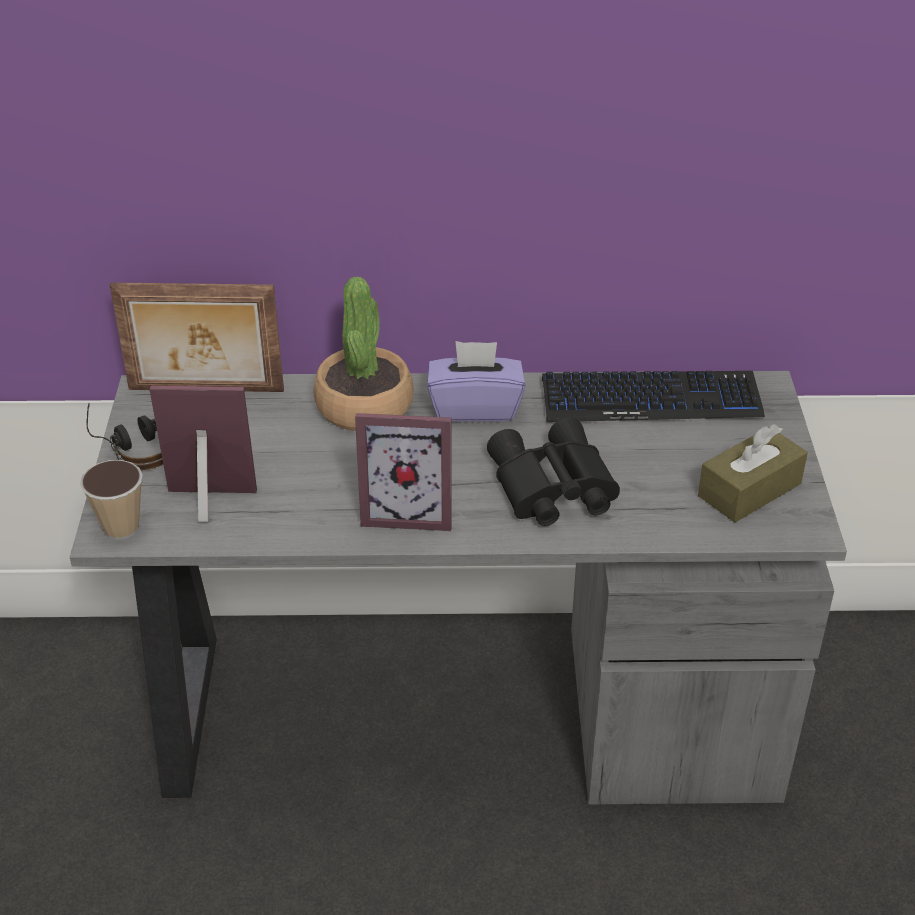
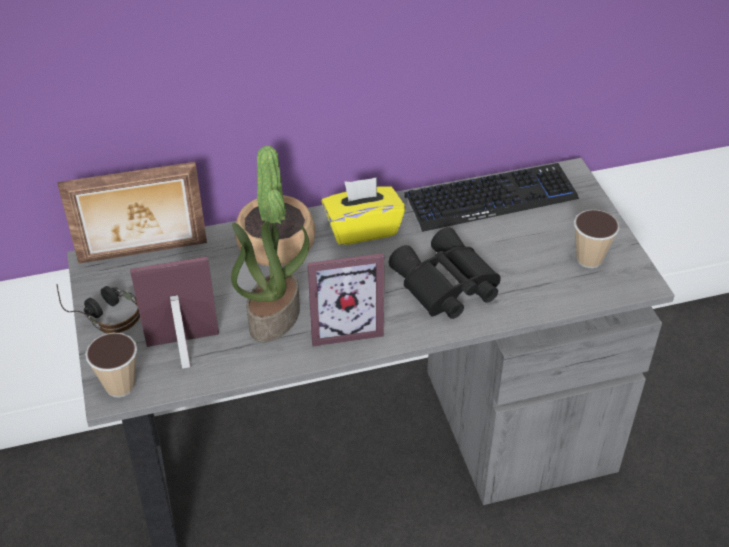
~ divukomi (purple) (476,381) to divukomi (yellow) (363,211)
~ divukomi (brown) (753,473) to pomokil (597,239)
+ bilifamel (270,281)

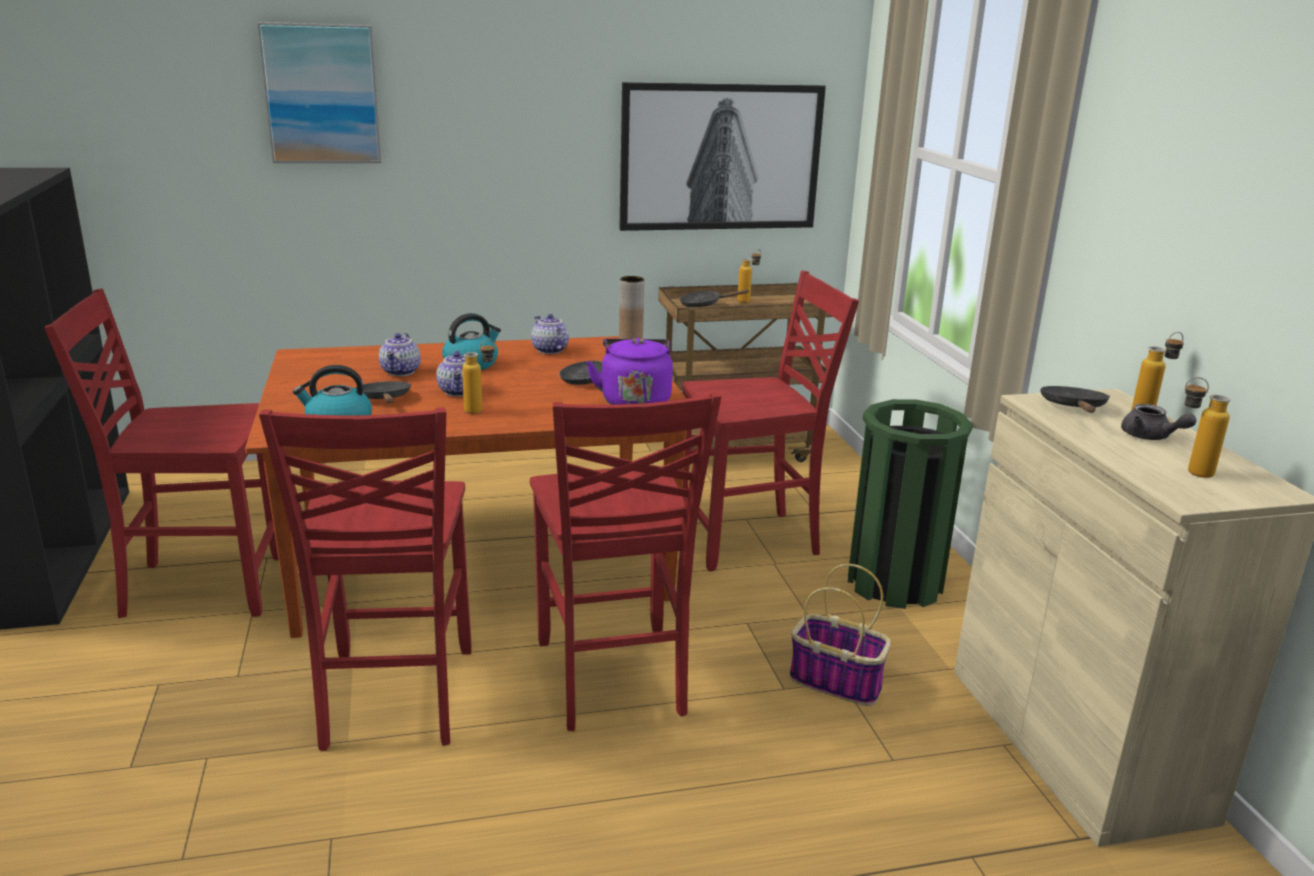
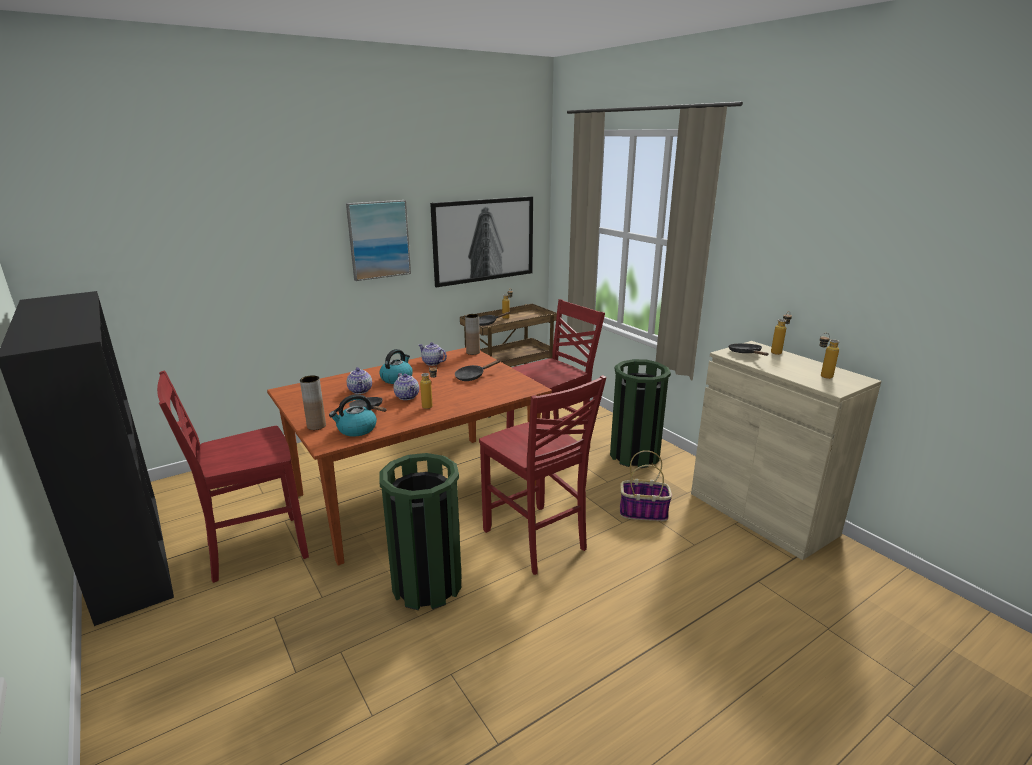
~ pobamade (319,92) to (378,240)
~ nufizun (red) (365,579) to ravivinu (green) (420,531)
- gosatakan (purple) (629,371)
- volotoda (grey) (1159,422)
+ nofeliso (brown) (313,402)

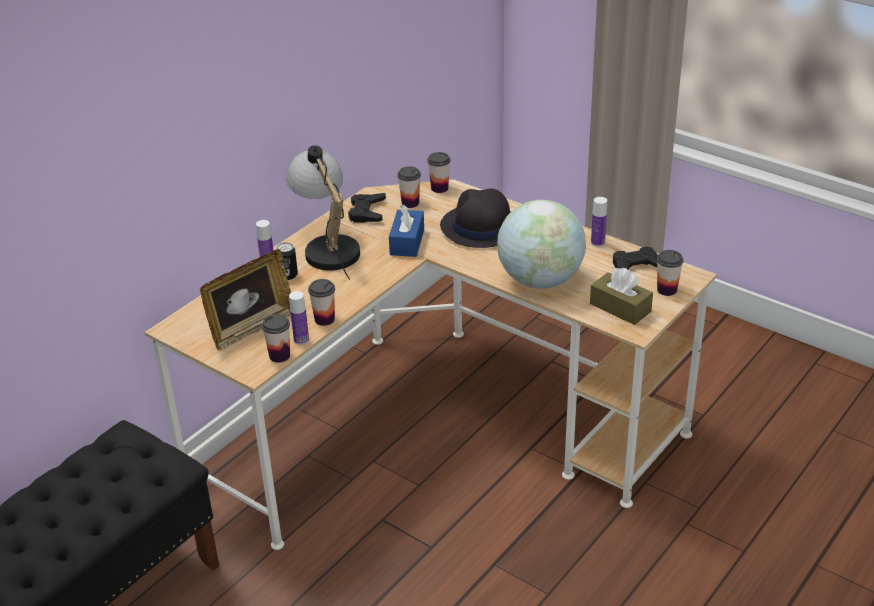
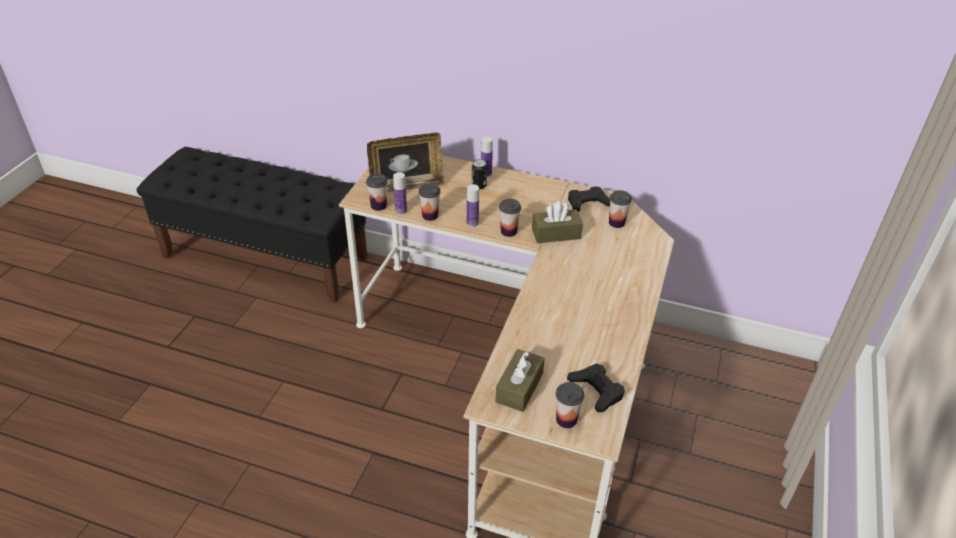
~ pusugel (245,300) = (405,162) 45 degrees counterclockwise
- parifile (323,212)
~ divukomi (blue) (406,231) to divukomi (brown) (557,222)
~ pomokil (439,172) to (510,218)
- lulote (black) (475,218)
- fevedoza (541,244)
~ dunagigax (599,222) to (473,205)

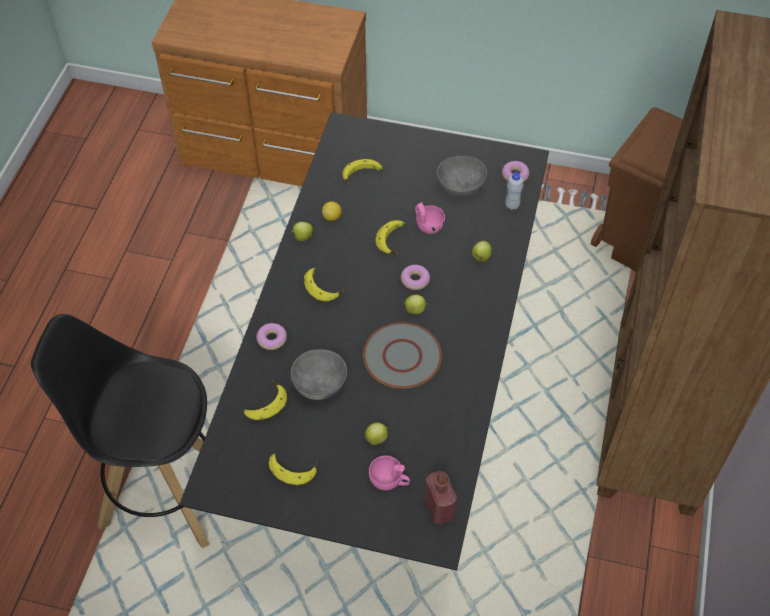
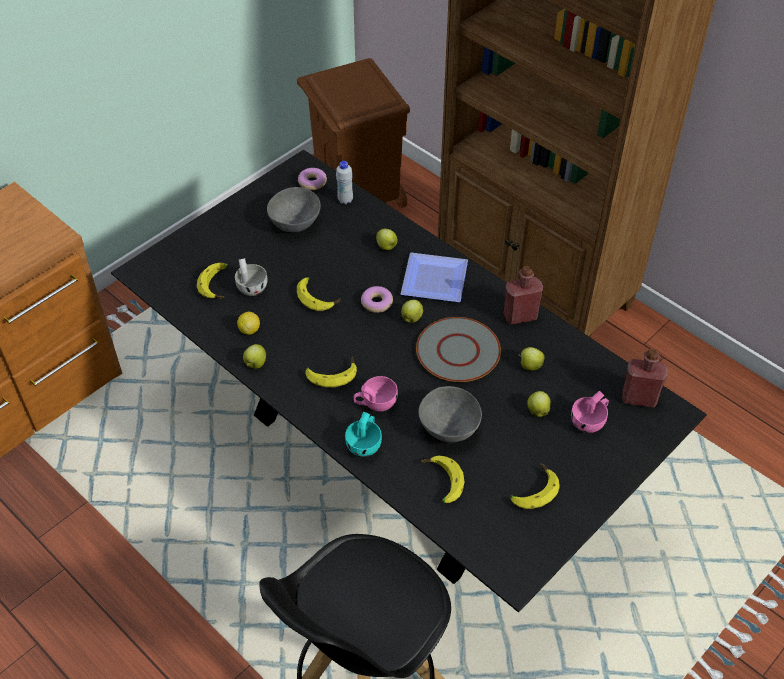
~ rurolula (271,336) to pomokil (turquoise) (363,434)
~ pomokil (pink) (430,218) to (376,394)
+ pomokil (white) (251,277)
+ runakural (434,277)
+ dunagigax (red) (523,295)
+ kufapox (532,358)

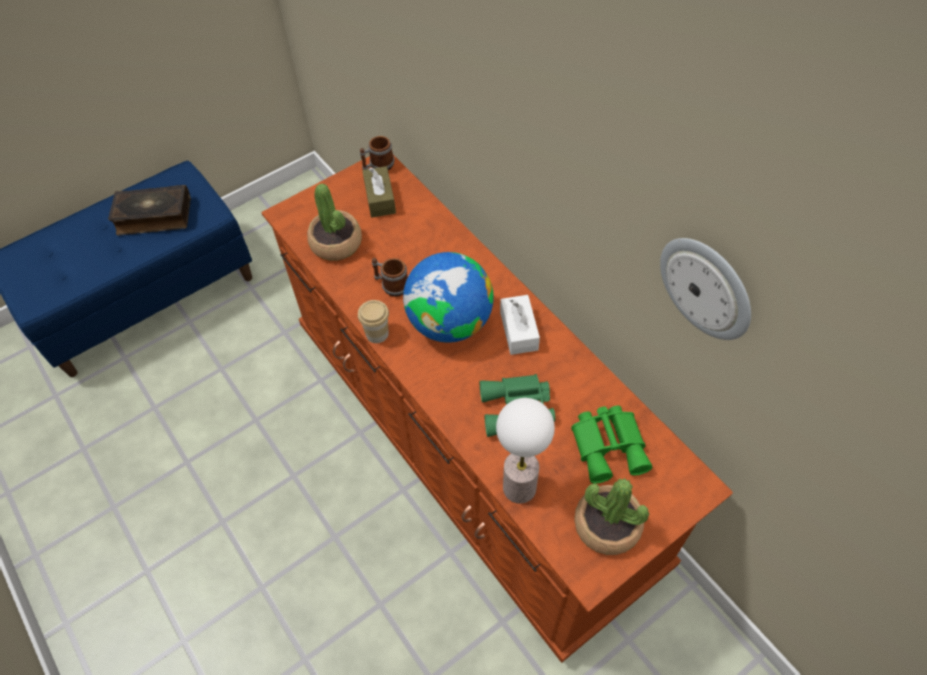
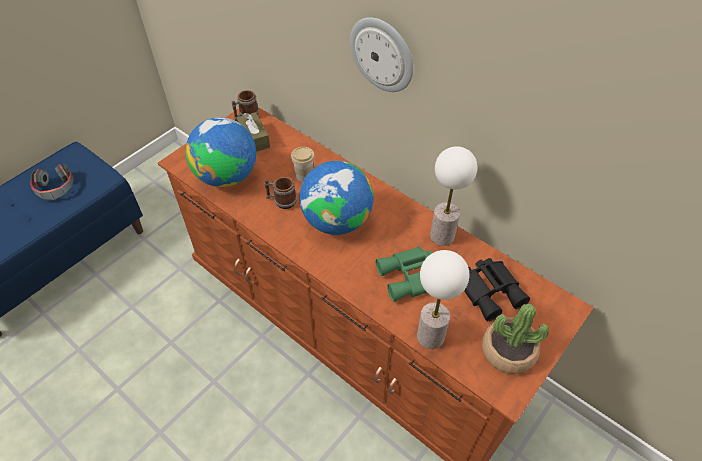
~ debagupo (149,210) to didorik (52,182)
~ bilifamel (334,222) to fevedoza (221,152)
~ pomokil (373,321) to (303,164)
- divukomi (white) (520,325)
~ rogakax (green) (611,445) to rogakax (black) (497,289)
~ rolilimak (705,289) to (381,54)
+ parifile (454,196)

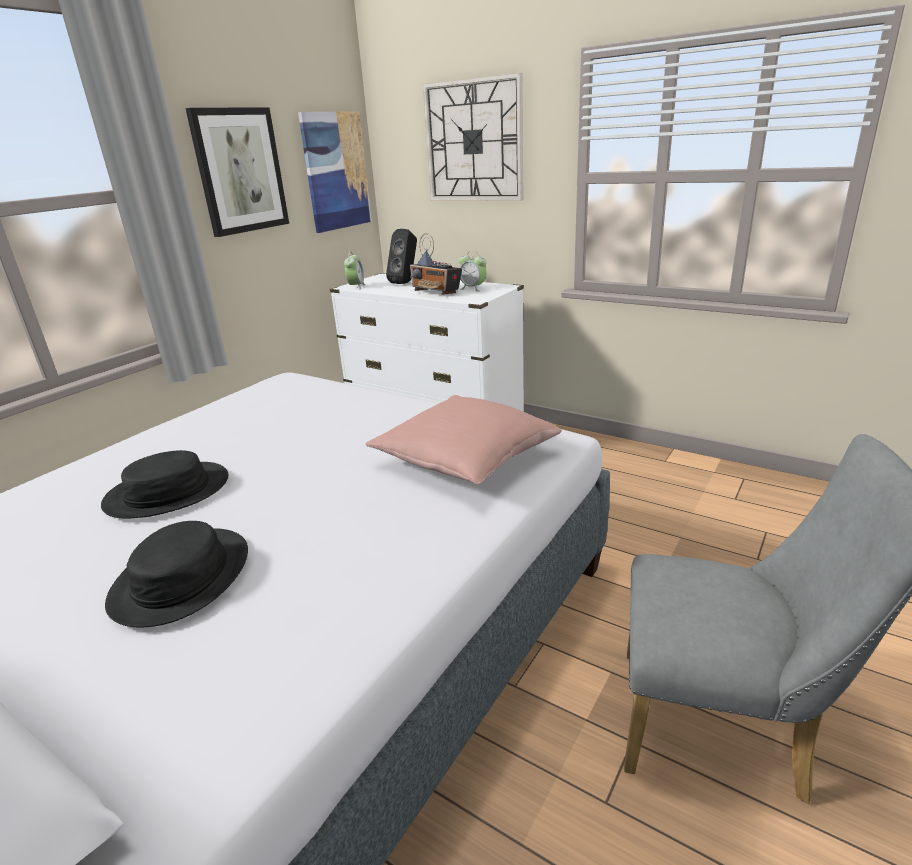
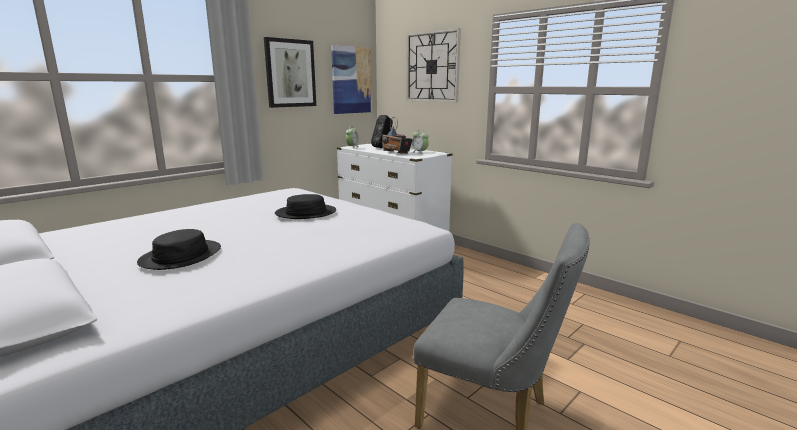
~ lulote (black) (164,484) to (305,206)
- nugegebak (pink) (464,440)

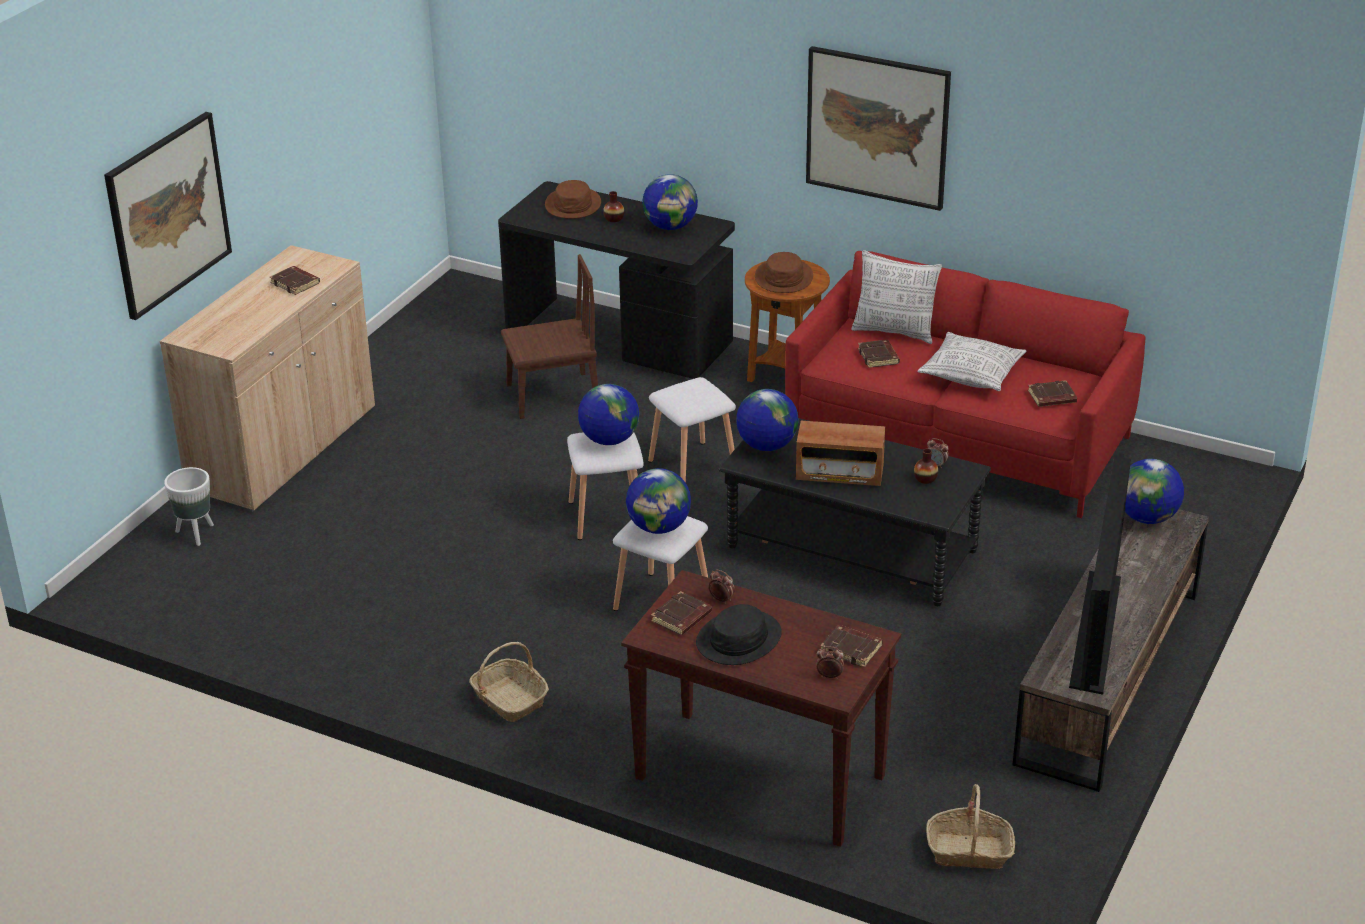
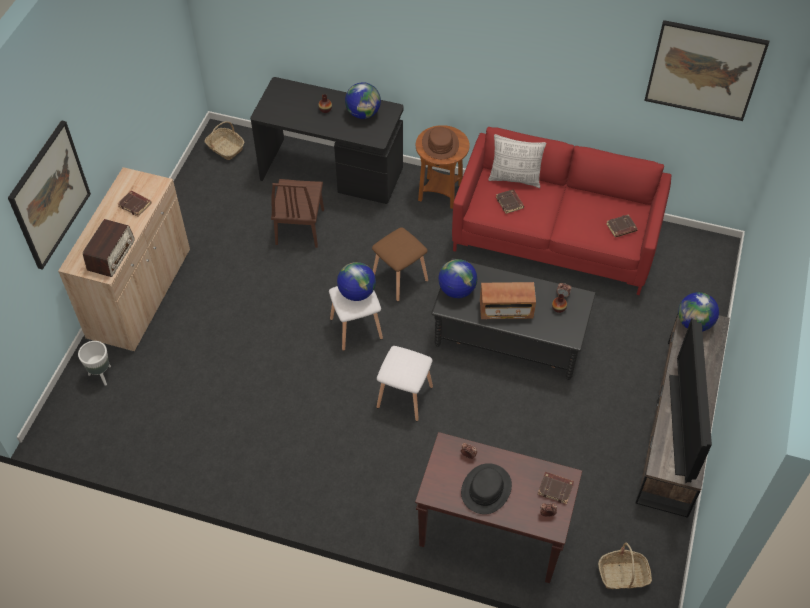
~ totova (509,682) to (225,140)
~ nufizun (brown) (549,336) = (297,213) 120 degrees clockwise
- lulote (brown) (573,199)
- fevedoza (658,501)
~ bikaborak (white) (692,430) to bikaborak (brown) (400,264)
- debagupo (brown) (681,613)
~ pobamade (878,128) to (706,70)
- nugegebak (971,361)
+ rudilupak (109,248)

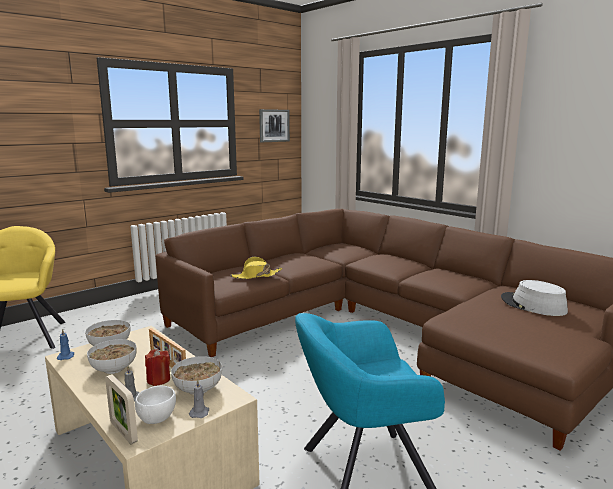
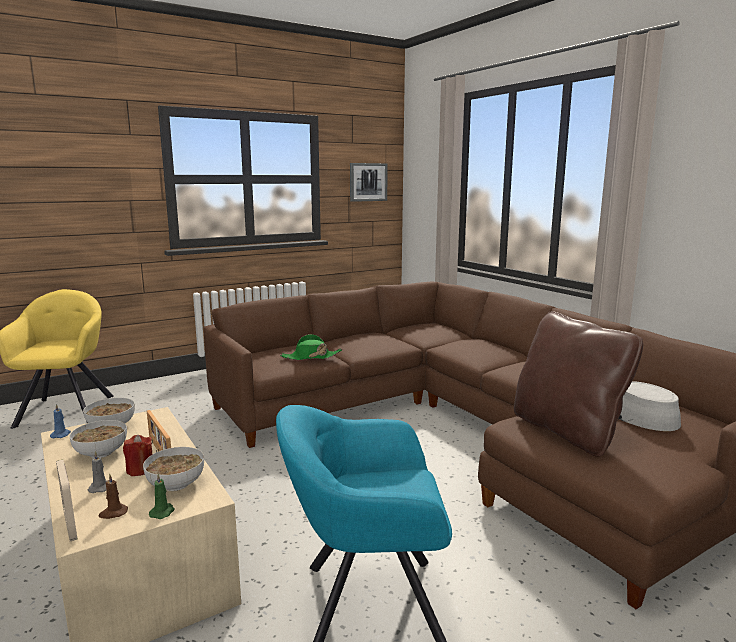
~ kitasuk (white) (155,405) to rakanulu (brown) (113,496)
~ rakanulu (grey) (199,398) to rakanulu (green) (161,496)
~ lulote (yellow) (256,268) to lulote (green) (311,347)
+ nugegebak (brown) (578,384)

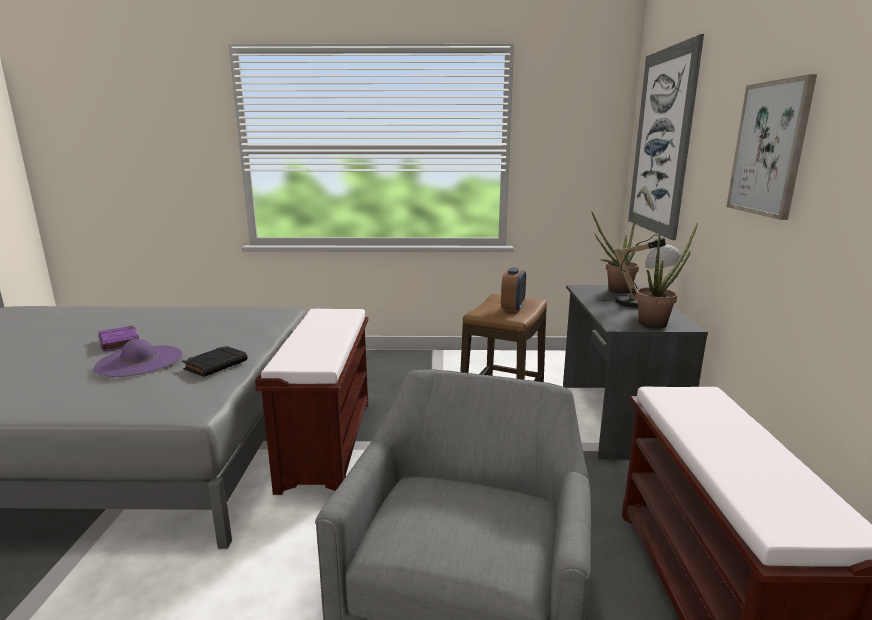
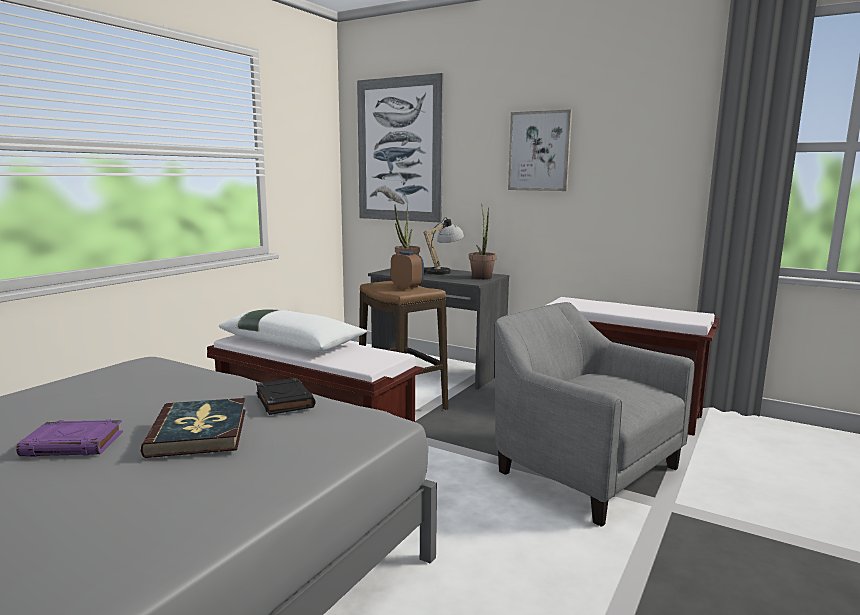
~ lulote (purple) (138,358) to debagupo (193,428)
+ nugegebak (white) (293,330)

